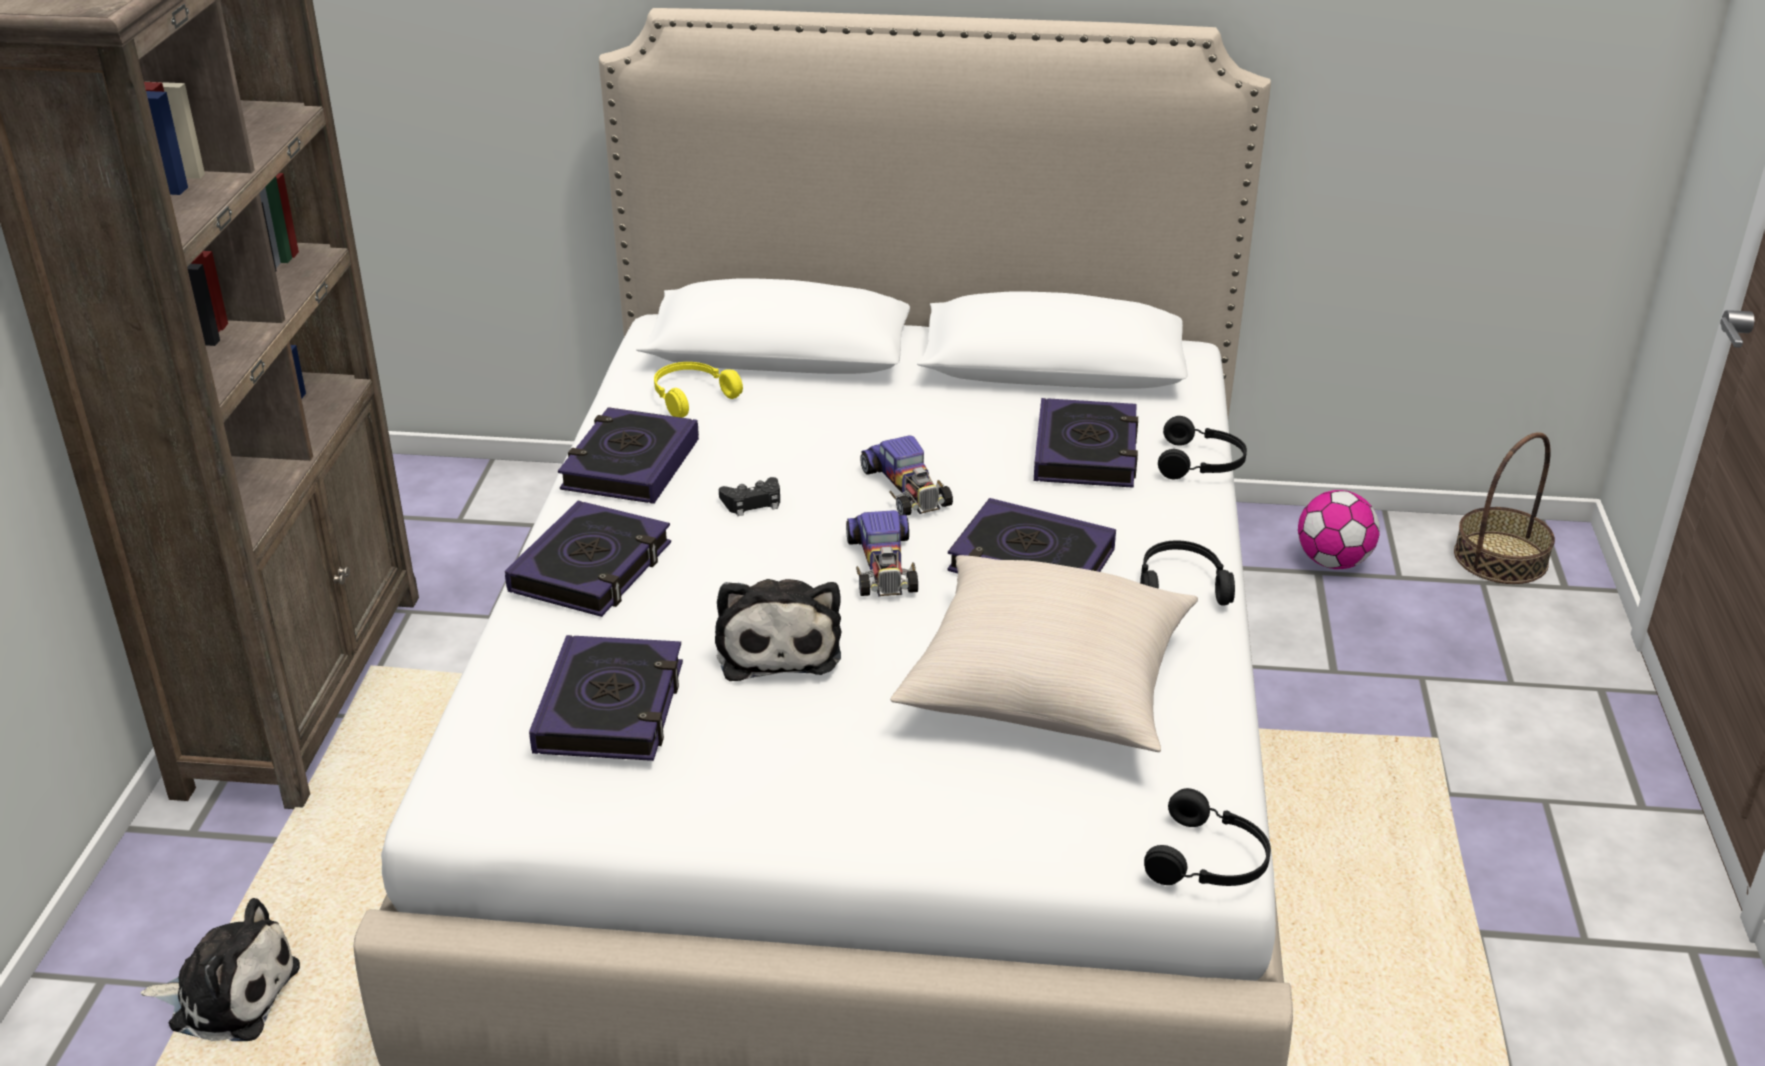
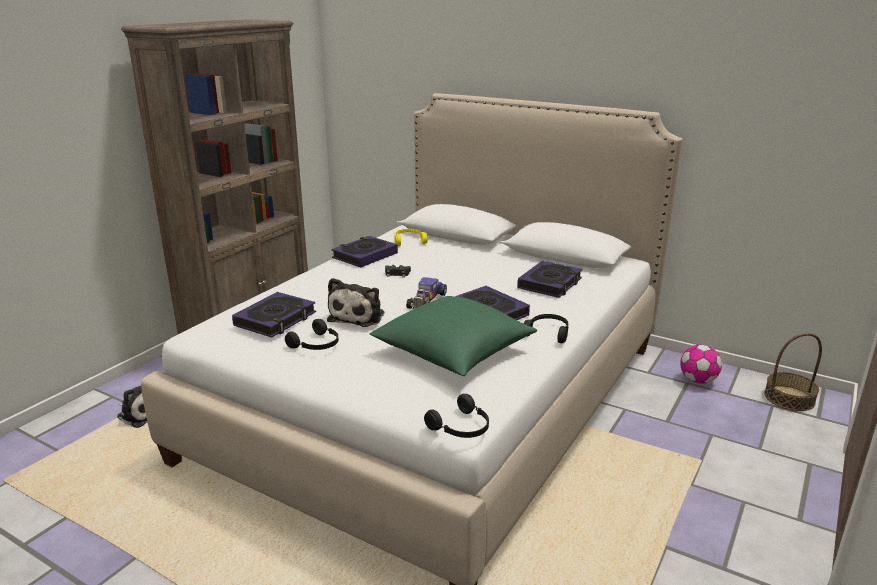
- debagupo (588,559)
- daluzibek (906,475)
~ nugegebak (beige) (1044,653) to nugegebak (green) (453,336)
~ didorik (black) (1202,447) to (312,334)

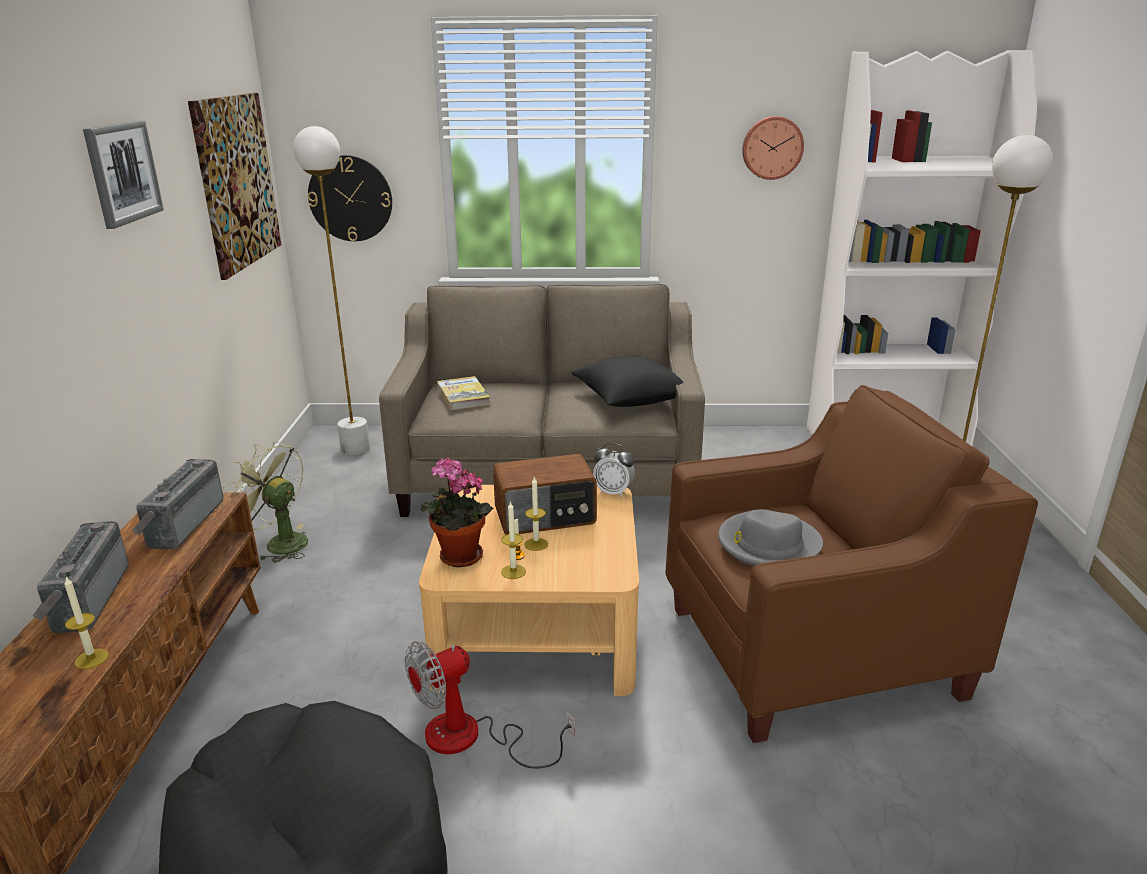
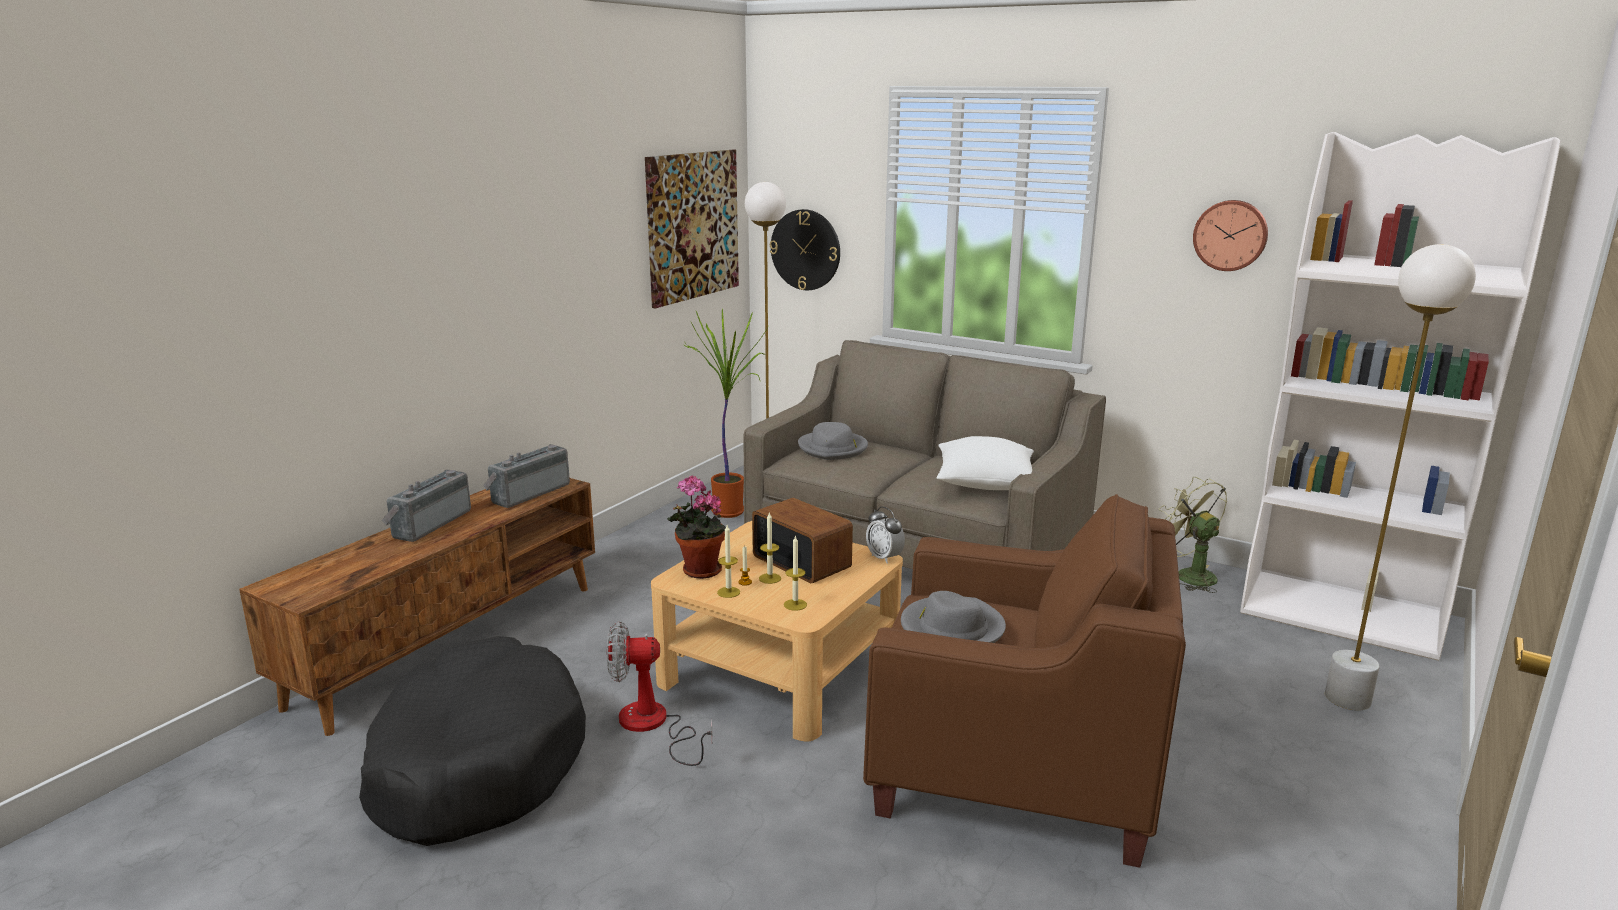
~ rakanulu (86,623) to (795,573)
- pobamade (123,174)
~ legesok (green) (265,502) to (1193,535)
~ debagupo (463,393) to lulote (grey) (833,441)
~ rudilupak (545,494) = (802,540) 150 degrees counterclockwise
~ nugegebak (black) (627,381) to nugegebak (white) (985,463)
+ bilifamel (726,413)

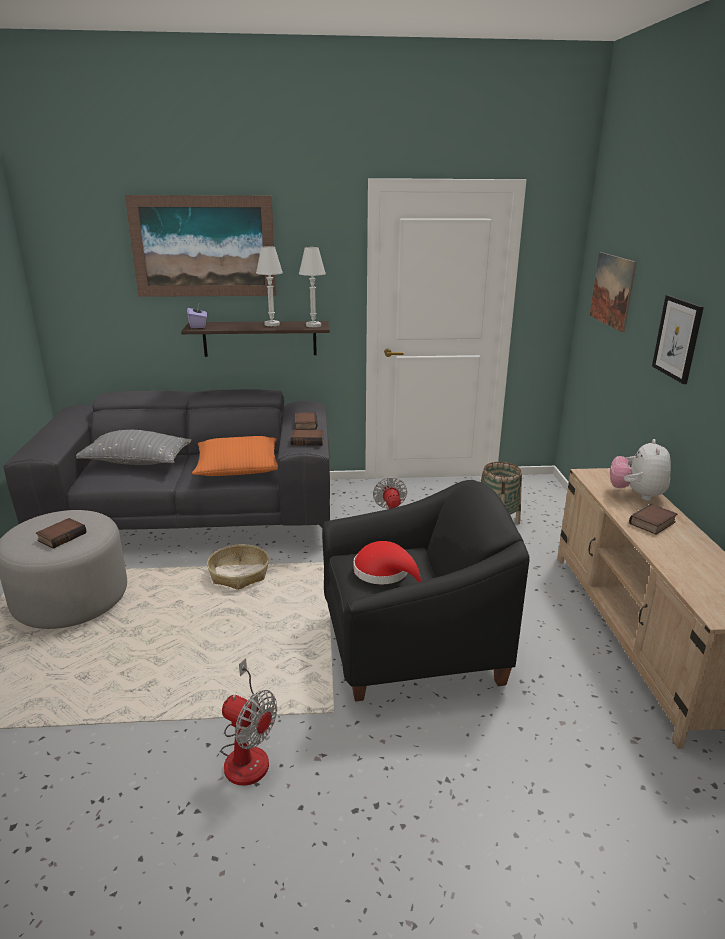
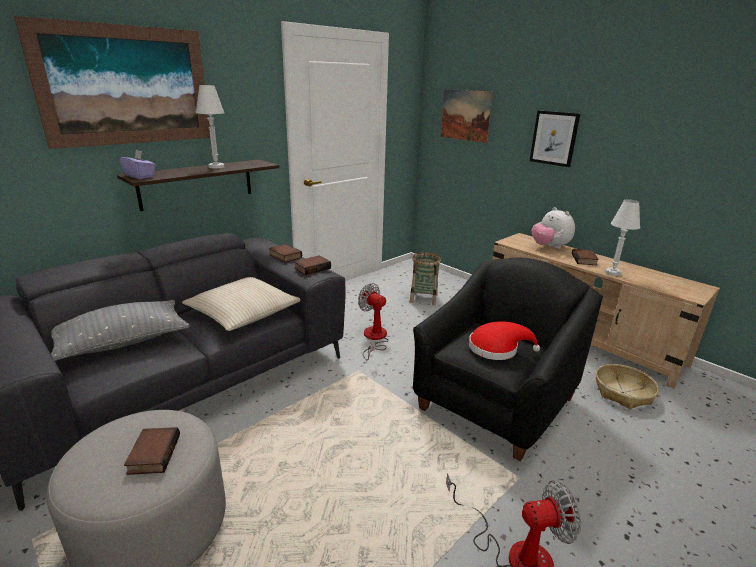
~ nugegebak (orange) (235,456) to nugegebak (beige) (241,304)
~ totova (238,567) to (627,386)
~ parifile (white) (312,287) to (622,238)

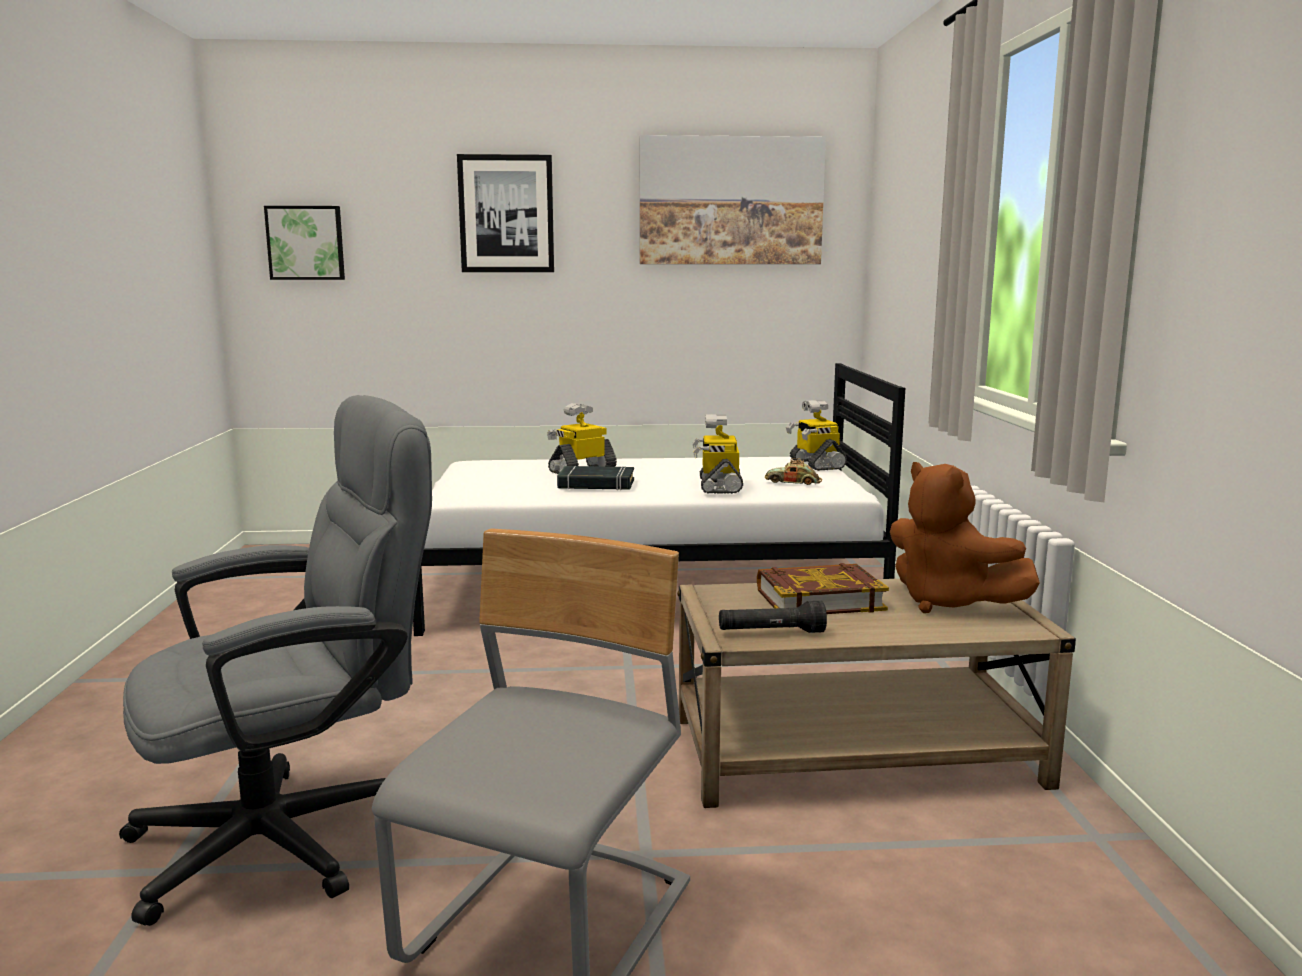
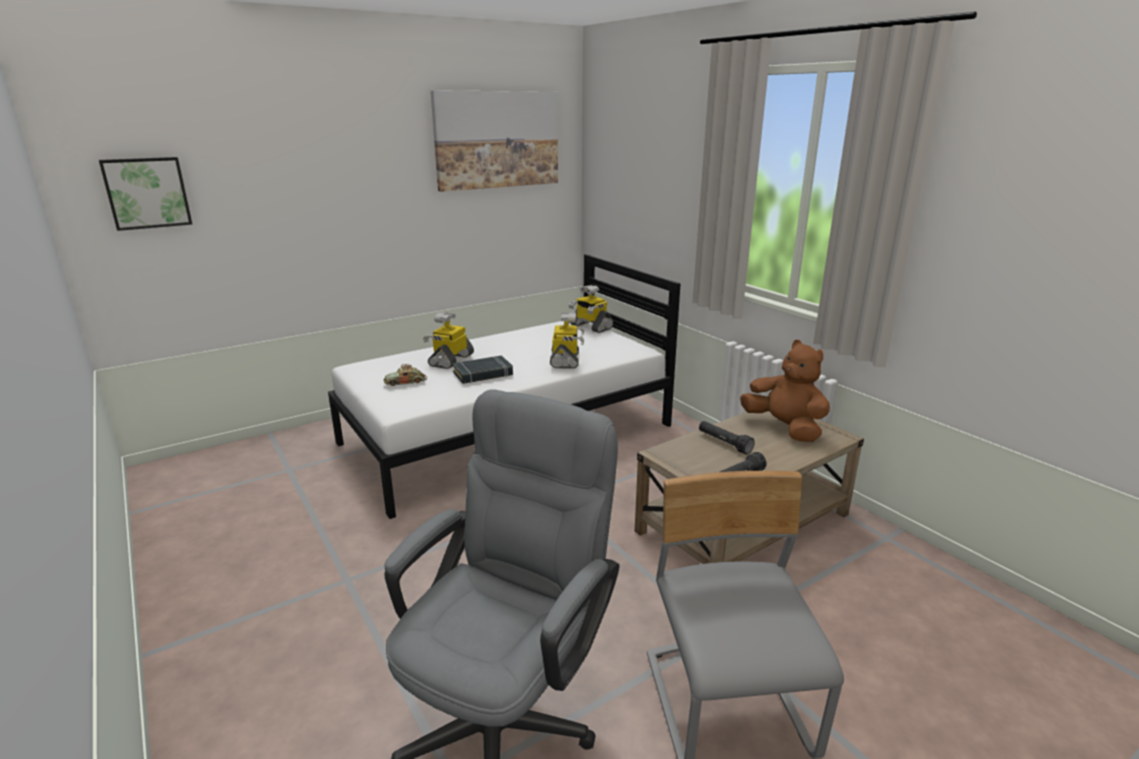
- pobamade (505,213)
~ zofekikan (717,454) = (567,340) 150 degrees counterclockwise
~ debagupo (823,588) to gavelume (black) (727,438)
~ daluzibek (793,471) to (405,375)
~ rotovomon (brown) (965,537) = (785,391) 150 degrees counterclockwise

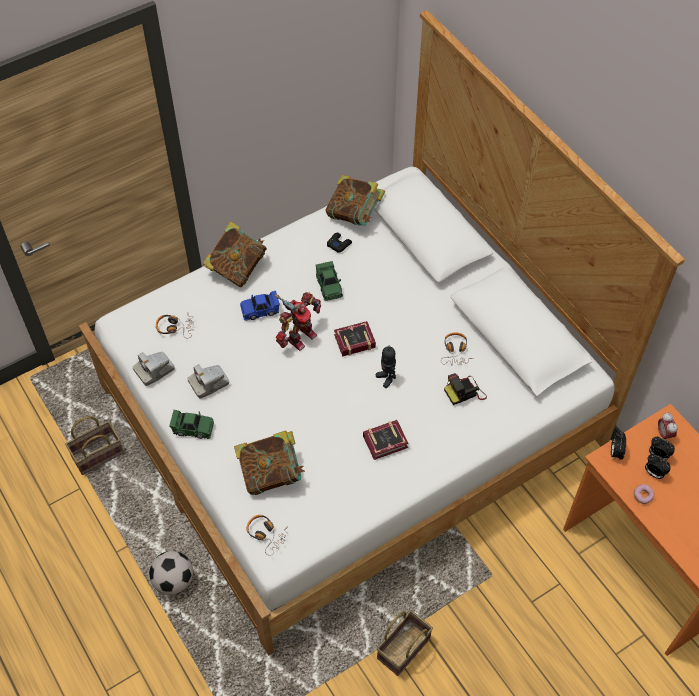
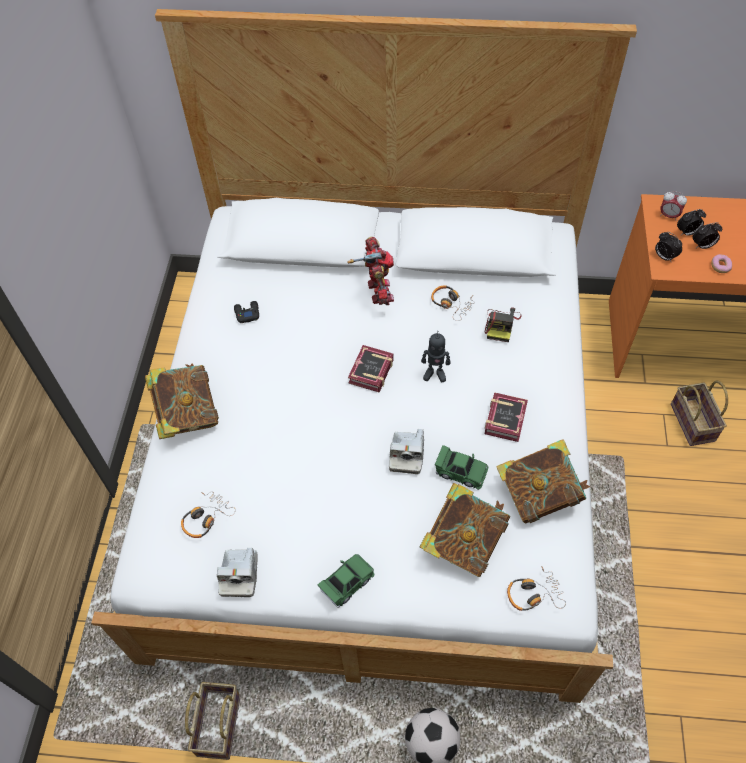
~ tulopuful (208,381) to (406,451)
- daluzibek (blue) (260,306)
~ zofekikan (297,321) to (370,271)
~ daluzibek (green) (329,281) to (462,467)
~ debagupo (355,200) to (543,481)
~ totova (405,643) to (699,413)

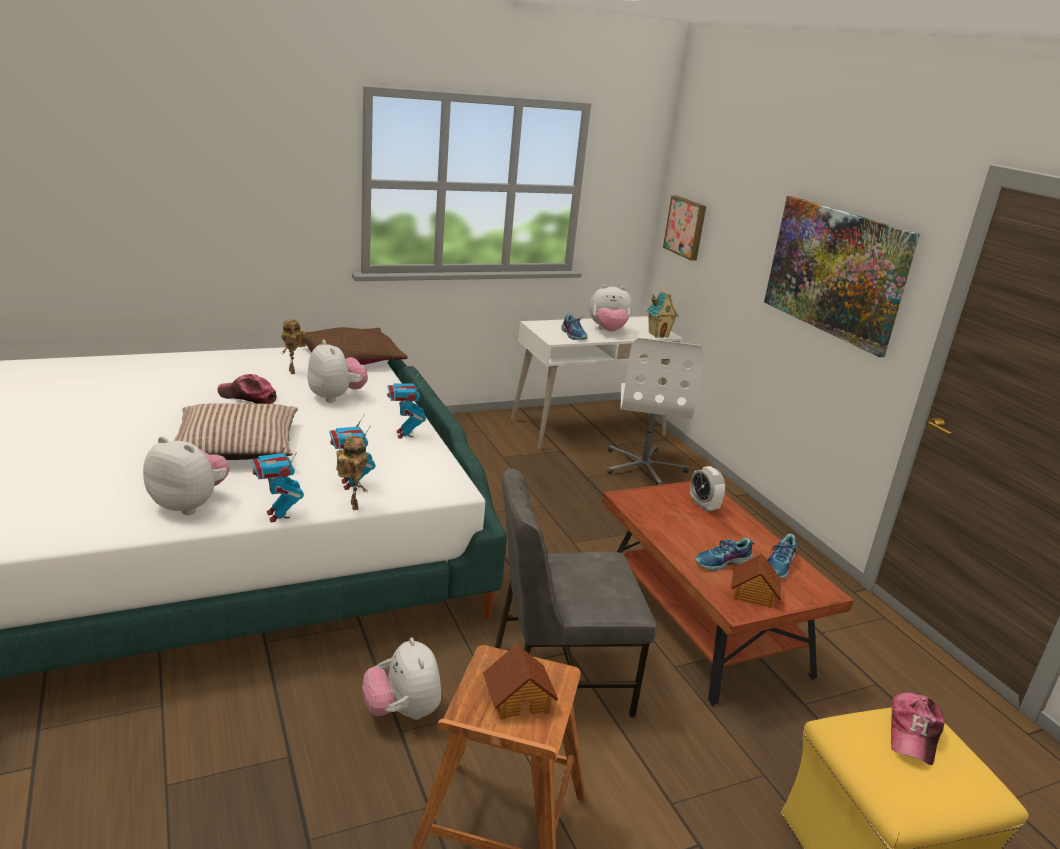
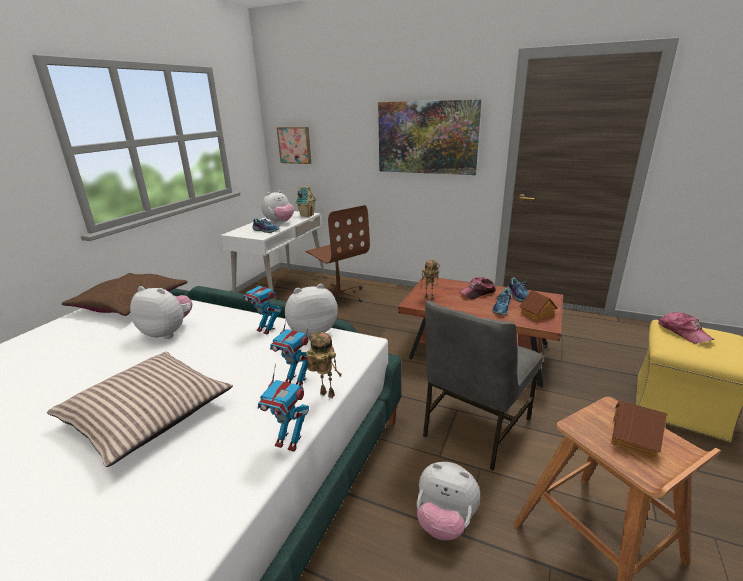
~ rotovomon (186,475) to (311,311)
~ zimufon (247,389) to (477,288)
~ zofekikan (293,347) to (430,280)
~ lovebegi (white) (655,411) to lovebegi (brown) (337,253)
- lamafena (708,489)

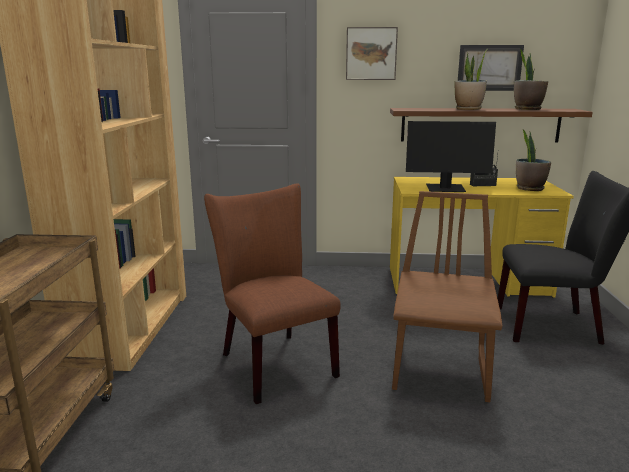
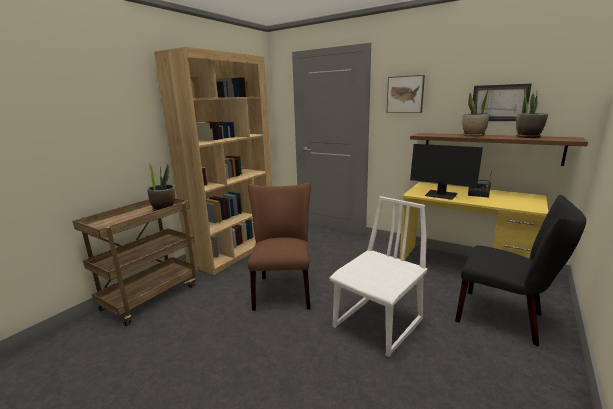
~ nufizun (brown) (447,296) to nufizun (white) (378,276)
~ bilifamel (533,160) to (161,187)

